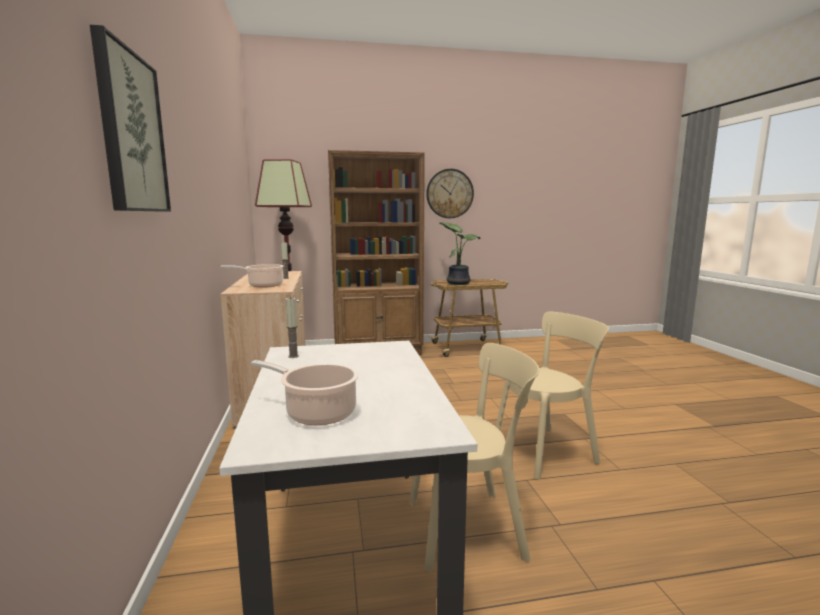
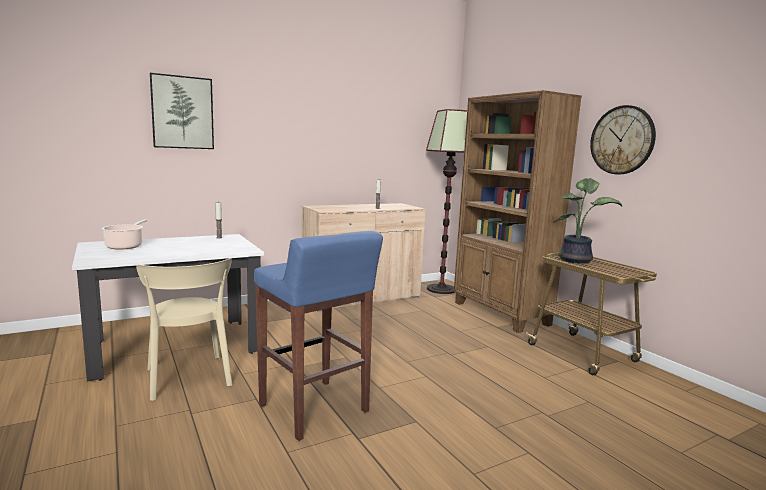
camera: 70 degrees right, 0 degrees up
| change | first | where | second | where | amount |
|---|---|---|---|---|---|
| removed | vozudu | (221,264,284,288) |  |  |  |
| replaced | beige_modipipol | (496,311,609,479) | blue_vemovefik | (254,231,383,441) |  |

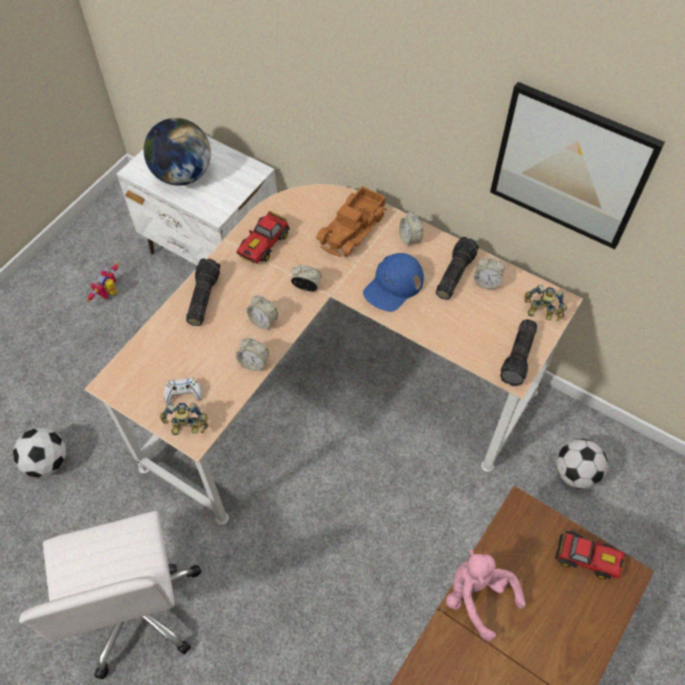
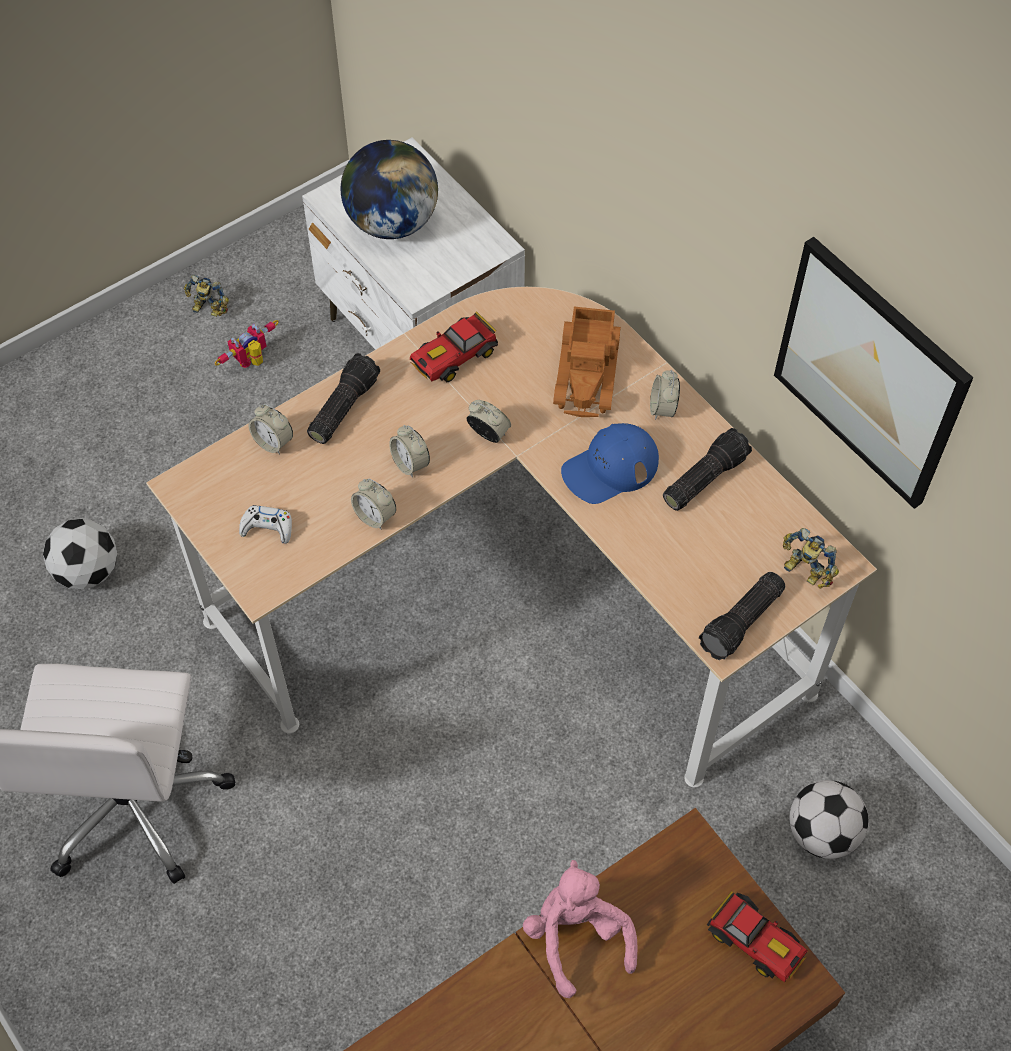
camera: 20 degrees right, 0 degrees up
| change | first | where | second | where | amount |
|---|---|---|---|---|---|
| moved | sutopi | (160,403,208,435) |  | (184,275,229,317) |  |
| moved | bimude | (474,257,505,289) |  | (249,404,293,455) |  |
| turned | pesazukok | (316,186,387,257) |  | (553,307,621,417) | 45 degrees counterclockwise |

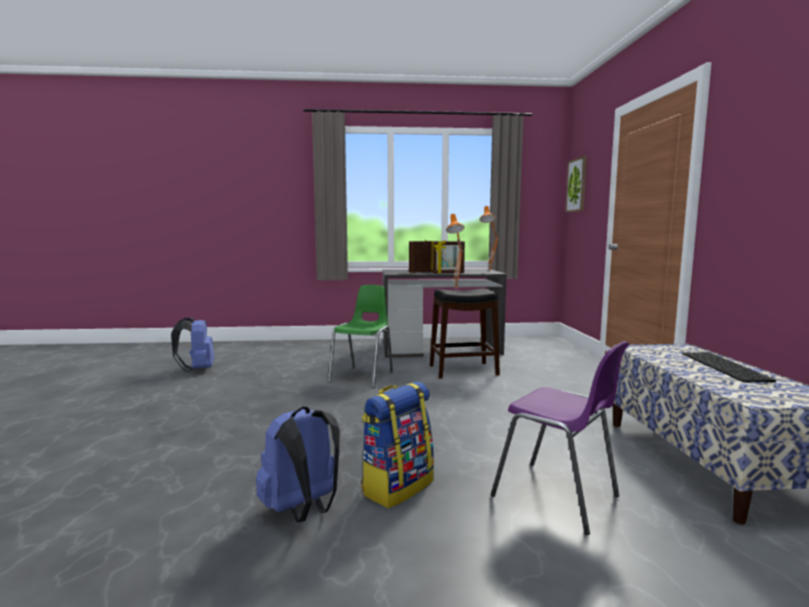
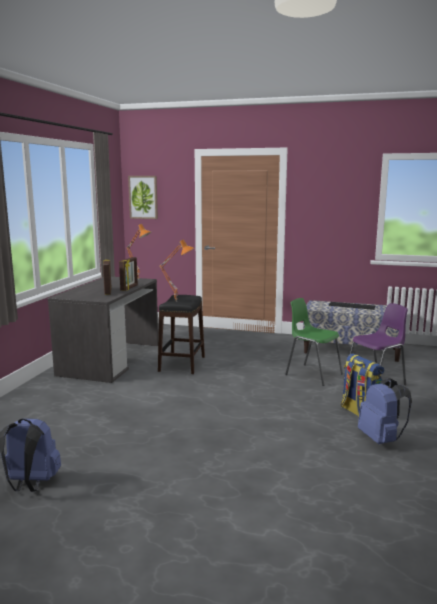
camera: 70 degrees left, 5 degrees up
| change | first | where | second | where | amount |
|---|---|---|---|---|---|
| moved | green_modipipol | (328,285,393,388) |  | (285,298,343,386) |  |

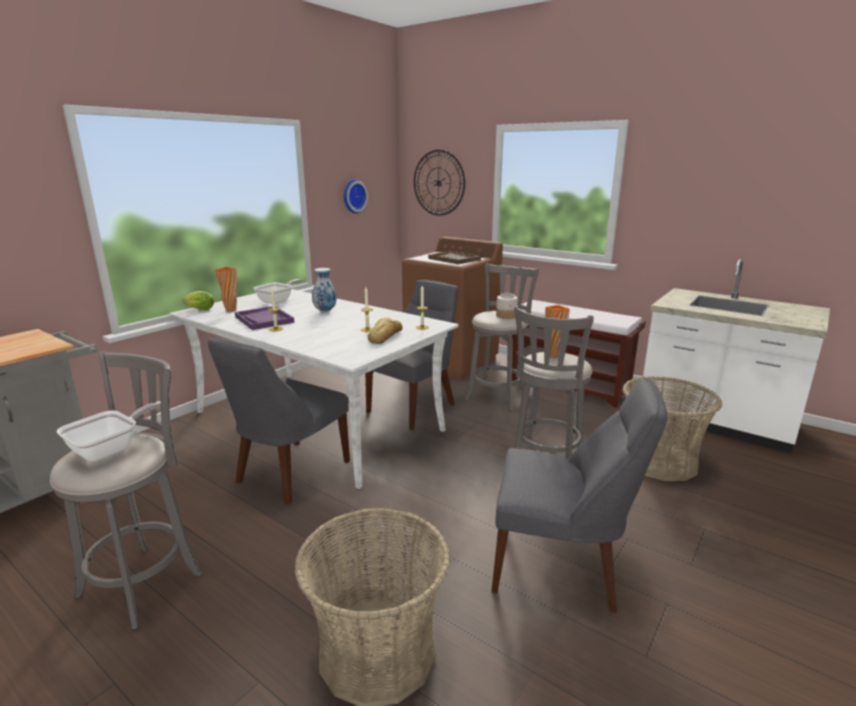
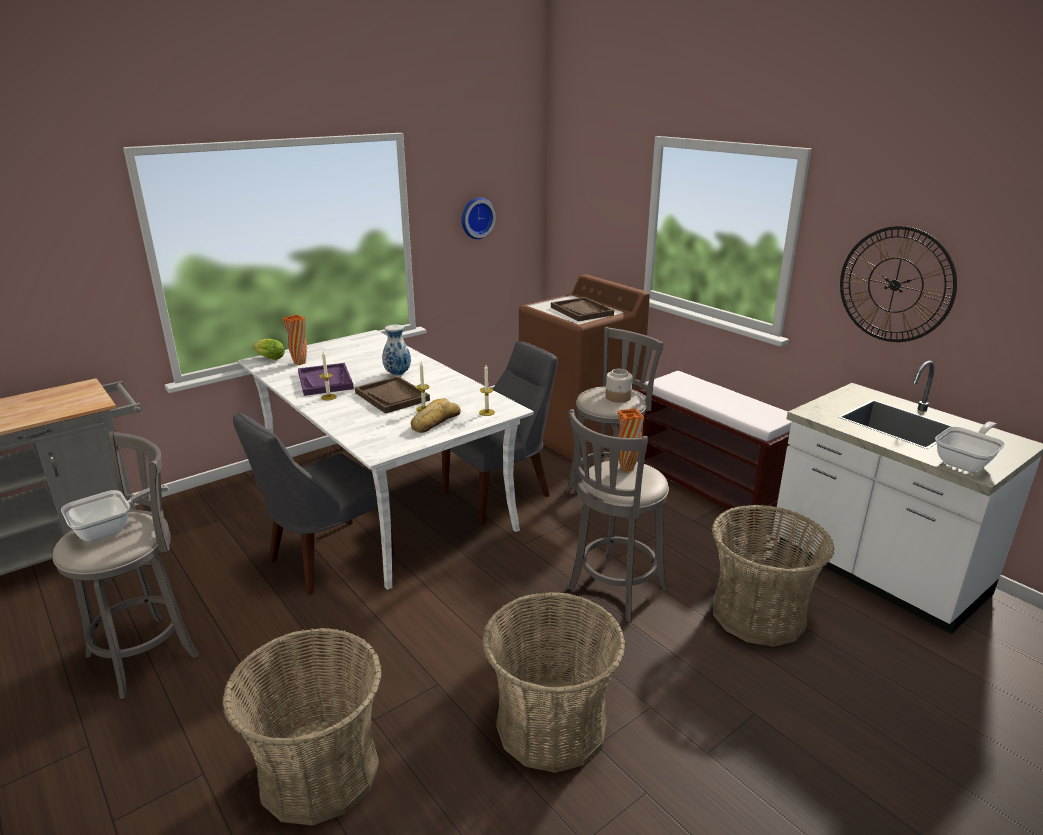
camera: 15 degrees right, 5 degrees up
| change | first | where | second | where | amount |
|---|---|---|---|---|---|
| added |  |  | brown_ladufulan | (355,376,430,414) |  |
| moved | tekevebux | (253,279,302,304) |  | (935,422,1005,472) |  |
| moved | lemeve | (414,150,465,216) |  | (840,226,957,342) |  |
| replaced | grey_modipipol | (491,377,667,613) | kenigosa | (482,592,626,773) |  |

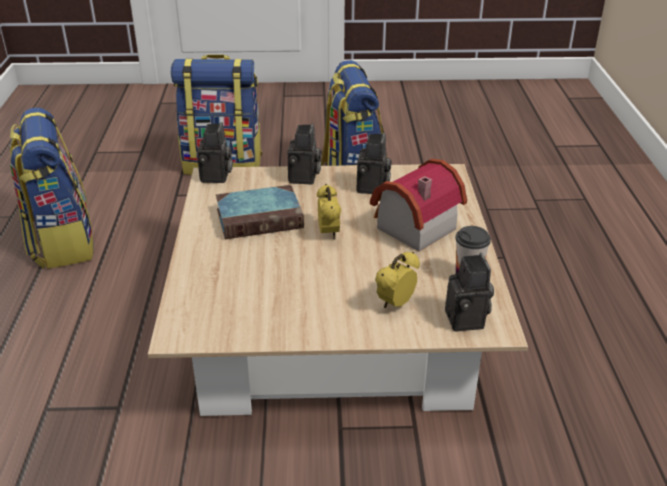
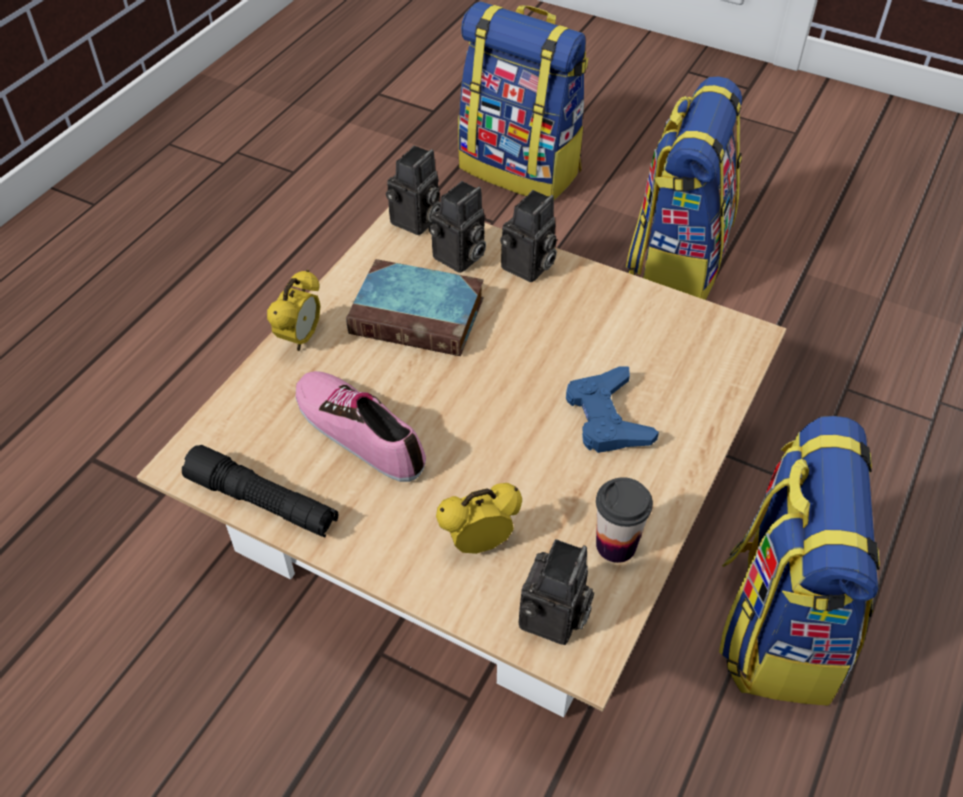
camera: 30 degrees right, 15 degrees up
| change | first | where | second | where | amount |
|---|---|---|---|---|---|
| added |  |  | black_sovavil | (182,445,338,537) |  |
| added |  |  | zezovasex | (296,371,426,482) |  |
| moved | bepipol | (9,108,93,269) |  | (719,416,880,706) |  |
| moved | bimude | (317,184,341,240) |  | (267,270,321,351) |  |
| moved | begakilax | (357,133,392,194) |  | (429,181,486,273) |  |
| replaced | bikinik | (370,159,467,251) | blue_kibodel | (566,367,659,453) |  |

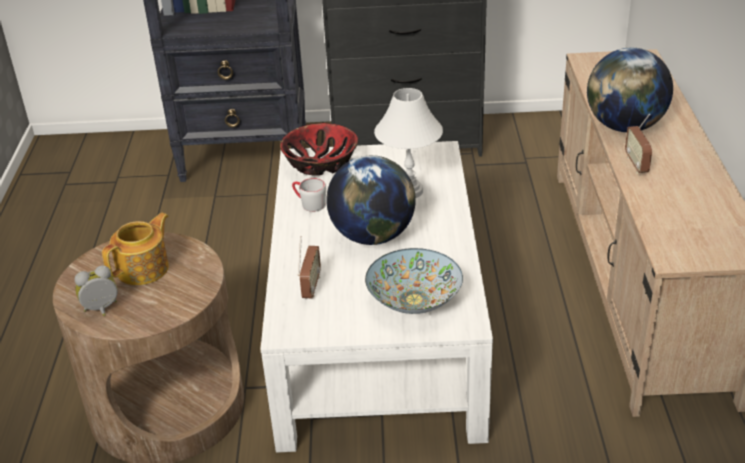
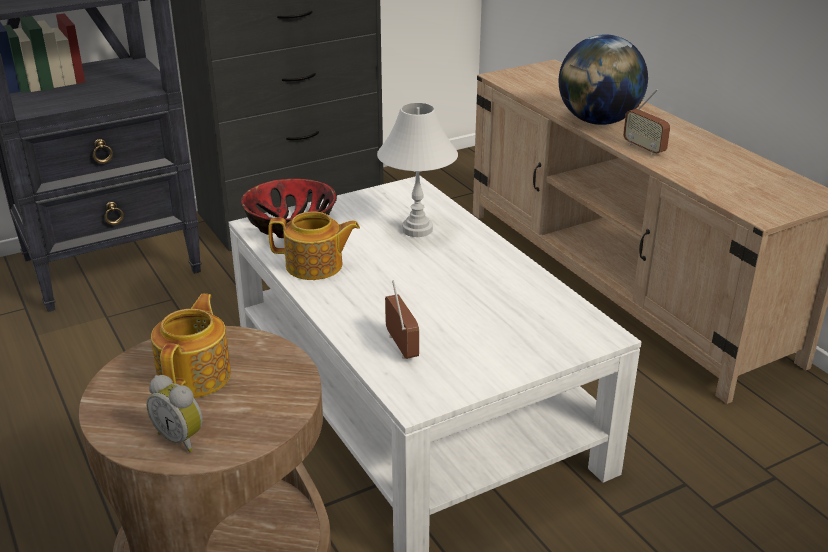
camera: 30 degrees left, 5 degrees down
| change | first | where | second | where | amount |
|---|---|---|---|---|---|
| removed | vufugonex | (326,155,416,245) |  |  |  |
| removed | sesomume | (365,248,463,314) |  |  |  |
| replaced | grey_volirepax | (292,178,326,212) | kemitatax | (268,212,360,280) |  |
| turned | bimude | (74,265,118,316) |  | (146,375,203,453) | 90 degrees counterclockwise |

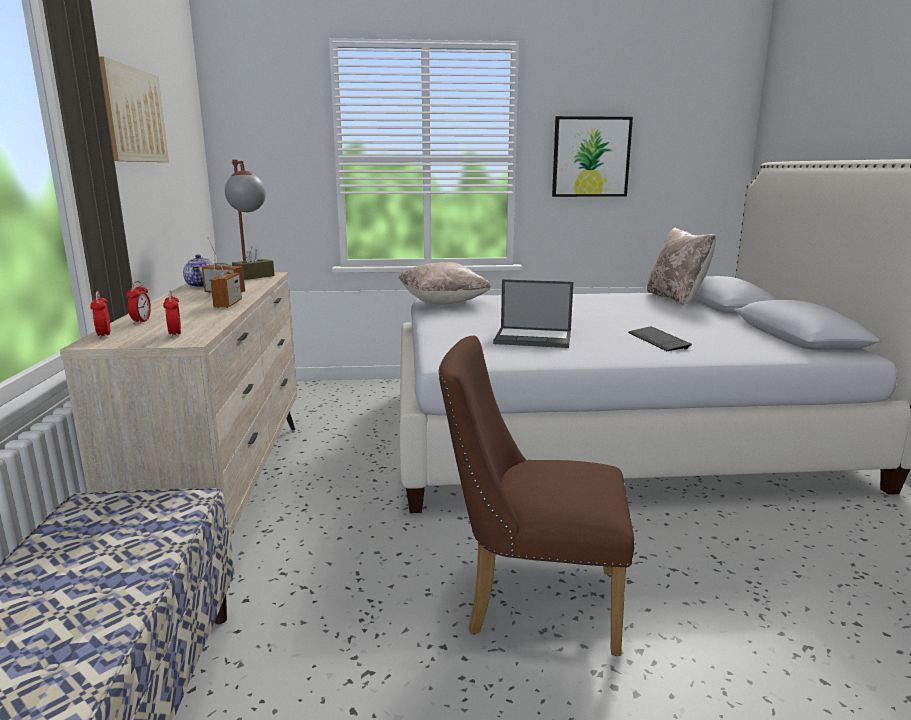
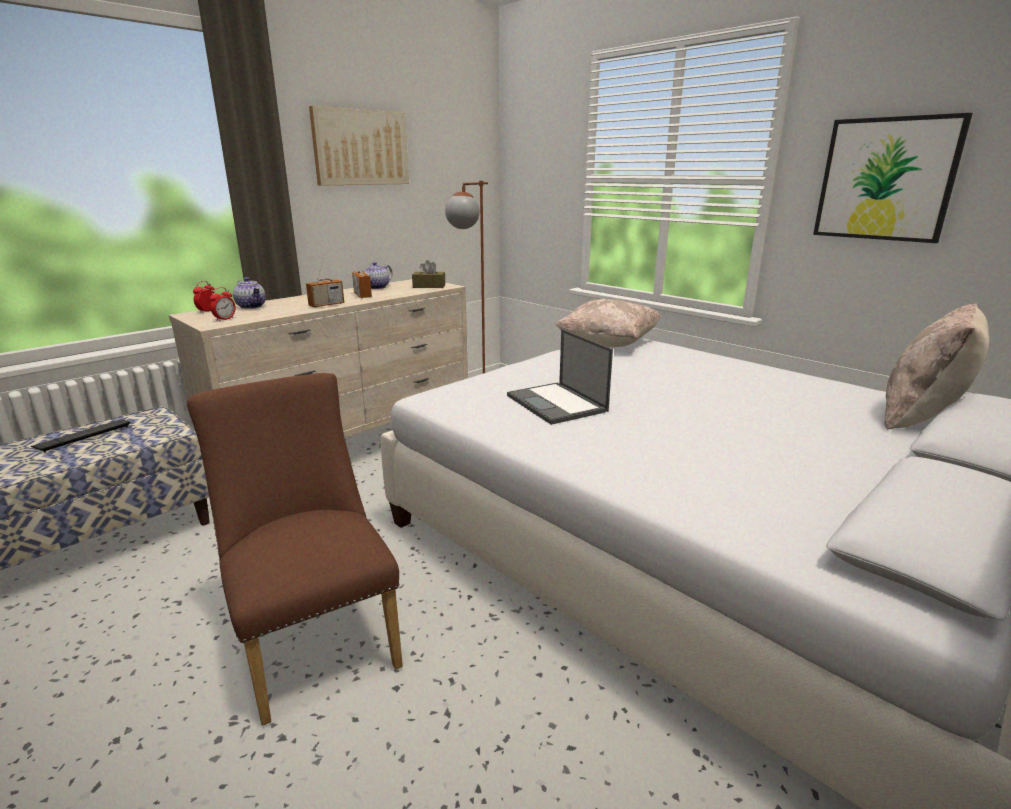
camera: 50 degrees right, 5 degrees up
| change | first | where | second | where | amount |
|---|---|---|---|---|---|
| moved | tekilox | (628,327,692,351) |  | (31,419,131,453) |  |
| replaced | bimude | (127,281,151,324) | kemitatax | (233,277,266,309) |  |

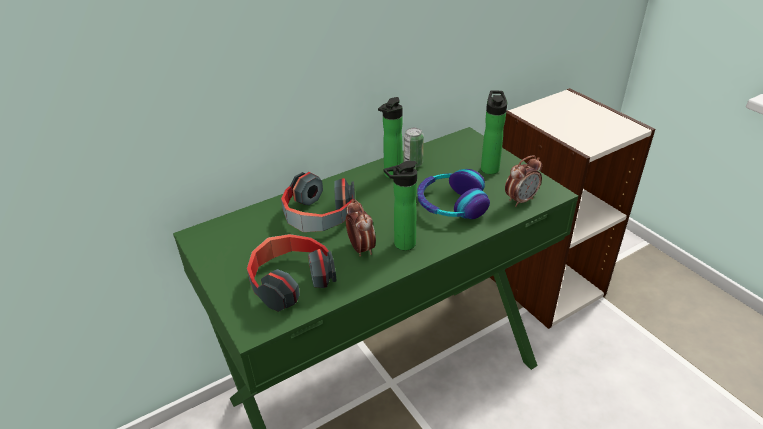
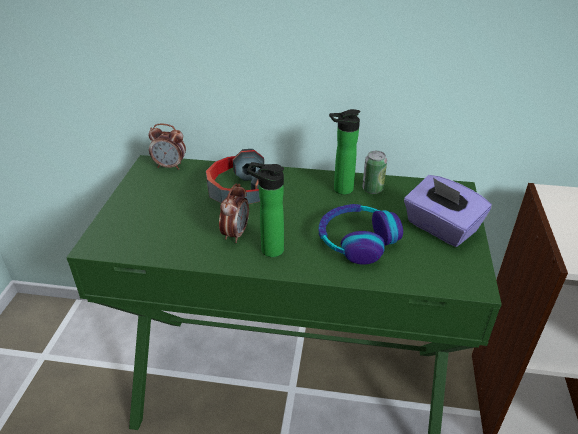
camera: 40 degrees right, 0 degrees up
| change | first | where | second | where | amount |
|---|---|---|---|---|---|
| removed | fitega | (247,234,337,312) |  |  |  |
| moved | bimude | (505,155,542,207) |  | (148,123,186,170) |  |
| replaced | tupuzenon | (481,91,507,174) | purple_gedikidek | (404,175,492,247) |  |

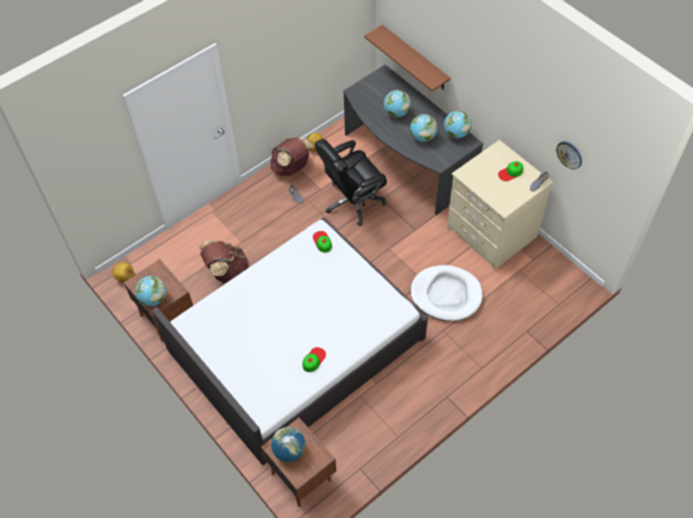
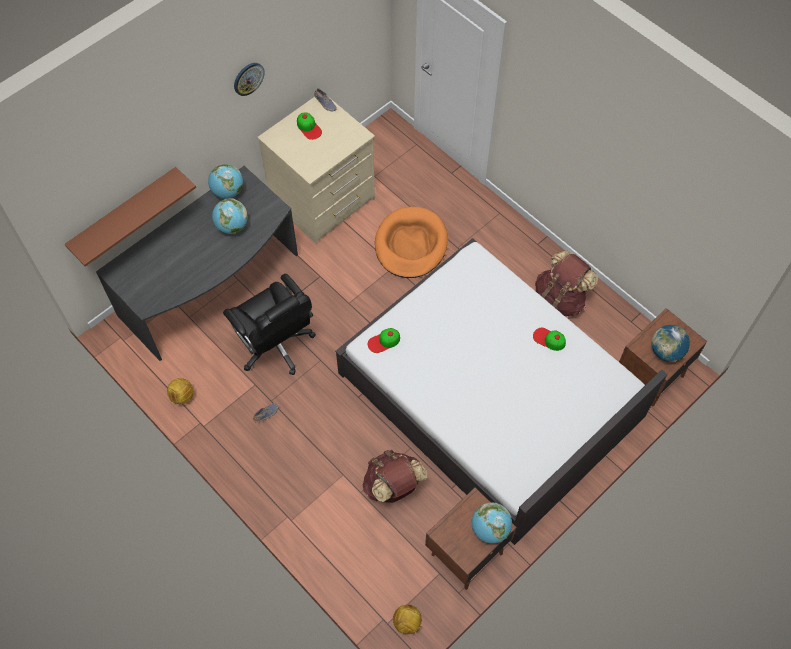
camera: 95 degrees left, 5 degrees up
| change | first | where | second | where | amount |
|---|---|---|---|---|---|
| removed | vufugonex | (384,90,411,117) |  |  |  |
| moved | brown_bepipol | (270,137,314,176) |  | (535,250,598,316) |  |
| moved | lemeve | (556,141,582,170) |  | (234,63,265,96) |  |
| recoloured | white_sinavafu | (410,265,482,321) | orange_sinavafu | (375,207,448,278) |  |

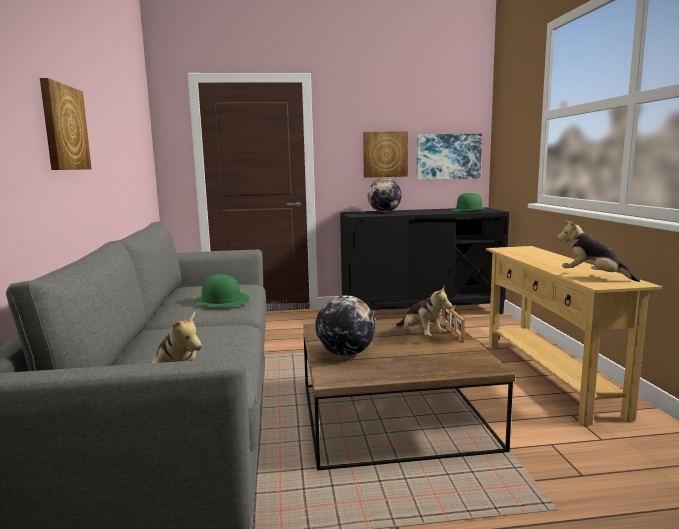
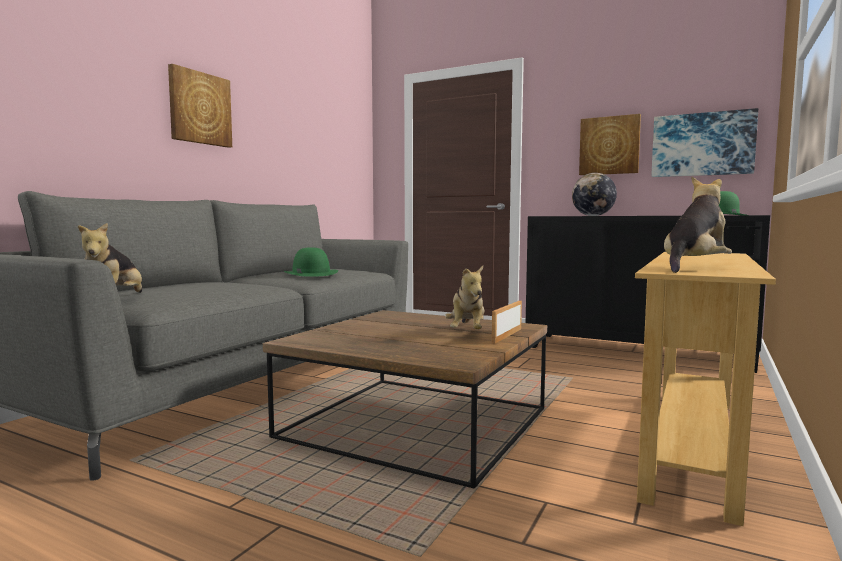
camera: 35 degrees right, 5 degrees down
| change | first | where | second | where | amount |
|---|---|---|---|---|---|
| removed | vufugonex | (315,295,376,356) |  |  |  |
| turned | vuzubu | (557,220,640,282) |  | (664,177,732,273) | 60 degrees clockwise |

